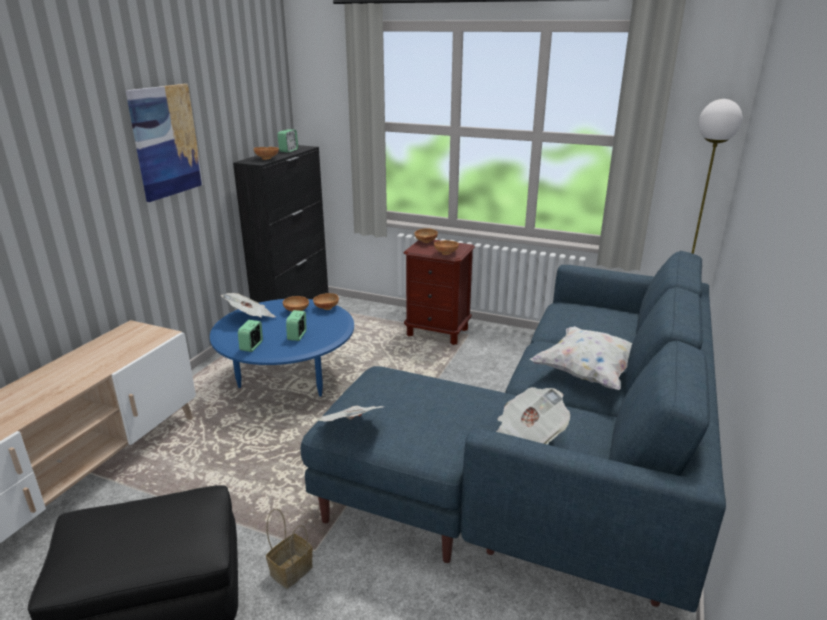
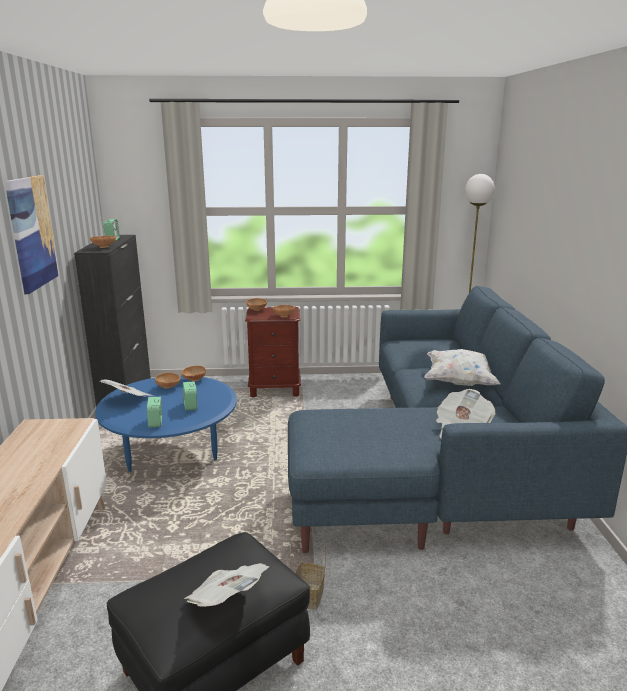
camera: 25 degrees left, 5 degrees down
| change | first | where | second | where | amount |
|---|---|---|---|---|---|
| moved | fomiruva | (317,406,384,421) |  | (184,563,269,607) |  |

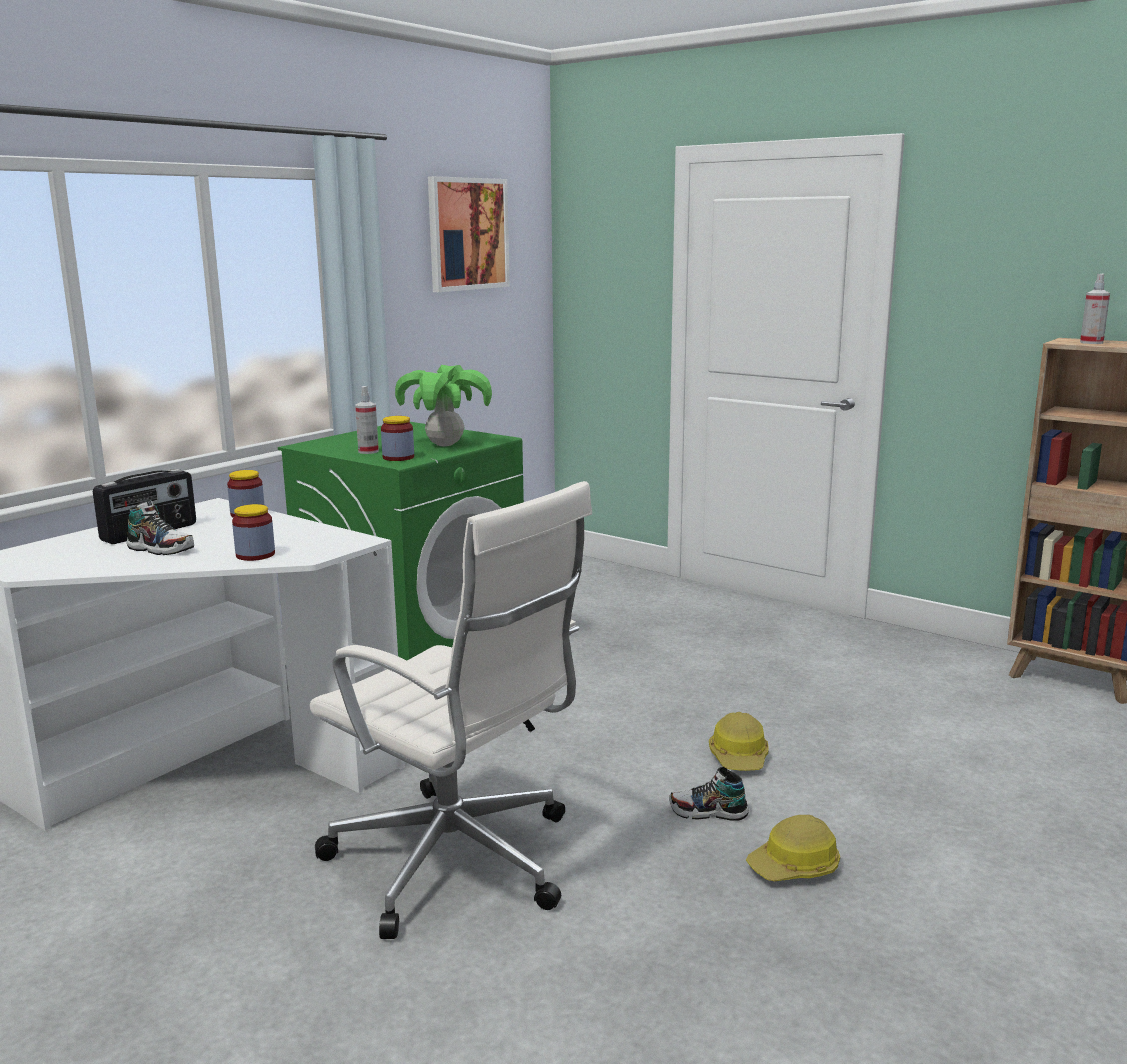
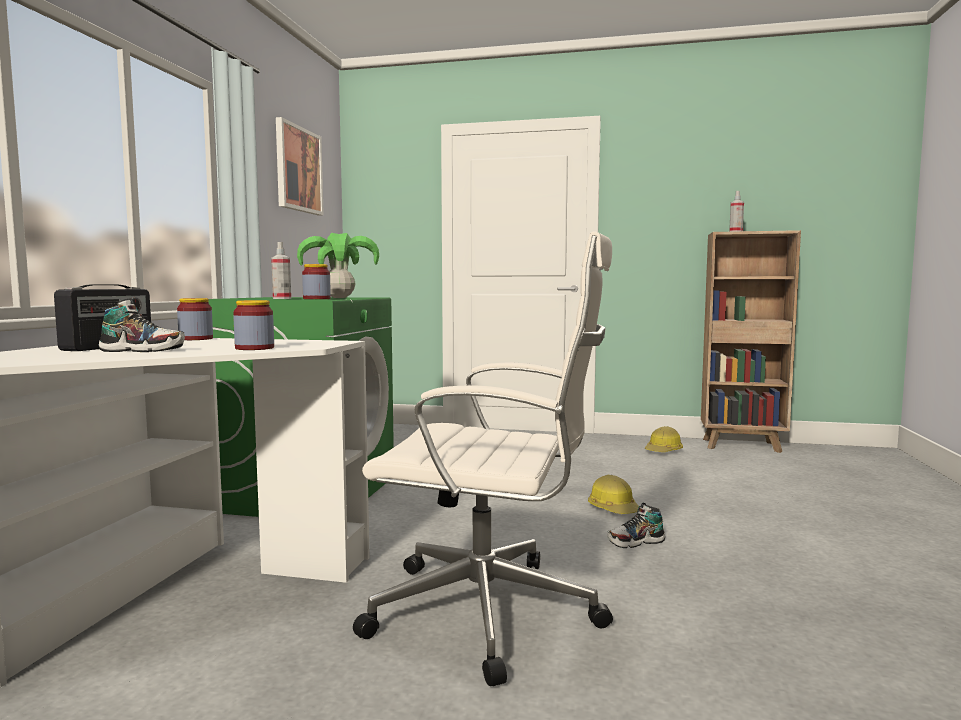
camera: 25 degrees left, 10 degrees down
| change | first | where | second | where | amount |
|---|---|---|---|---|---|
| moved | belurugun | (746,815,840,881) |  | (645,426,683,452) |  |

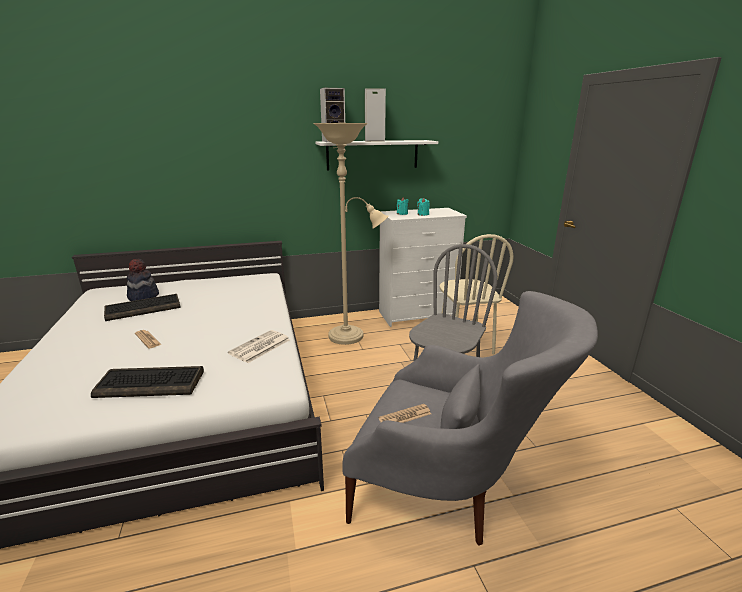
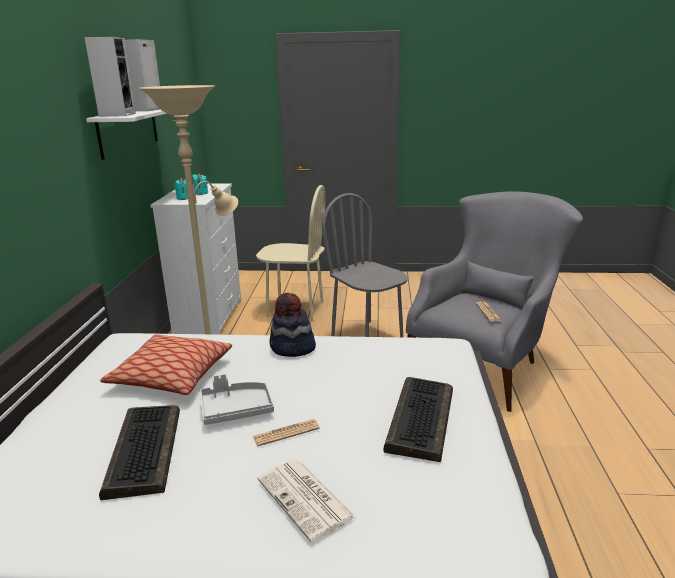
camera: 70 degrees left, 0 degrees up
| change | first | where | second | where | amount |
|---|---|---|---|---|---|
| added |  |  | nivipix | (100,334,232,395) |  |
| added |  |  | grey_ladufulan | (200,374,274,425) |  |
| moved | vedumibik | (127,259,159,301) |  | (270,293,316,357) |  |
| moved | fomiruva | (228,330,290,363) |  | (258,460,356,542) |  |

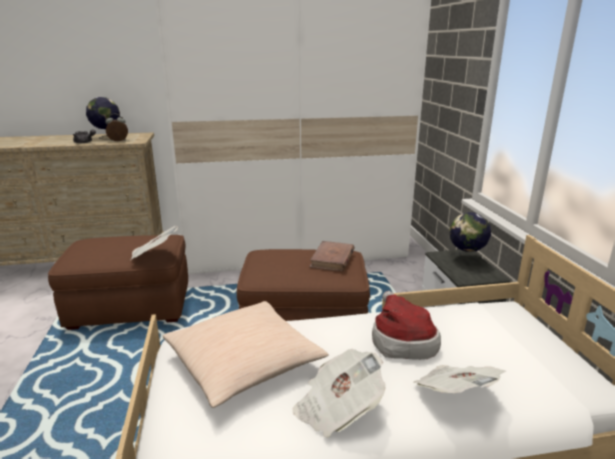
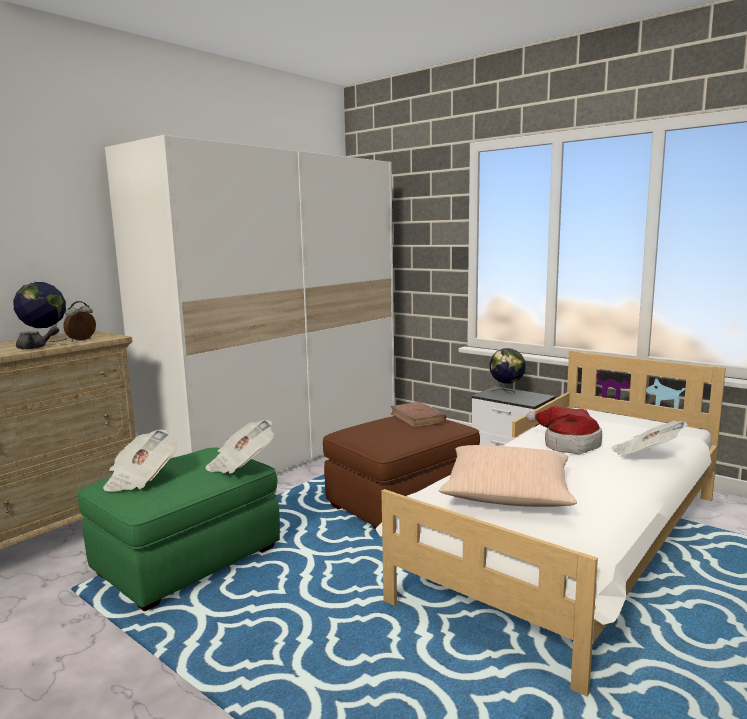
camera: 40 degrees left, 10 degrees down
| change | first | where | second | where | amount |
|---|---|---|---|---|---|
| moved | fomiruva | (293,349,386,438) |  | (103,430,177,492) |  |
| recoloured | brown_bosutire | (48,235,188,330) | green_bosutire | (78,447,280,612) |  |

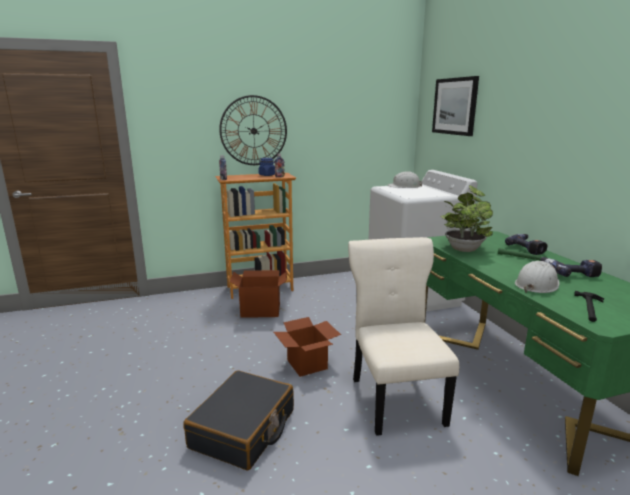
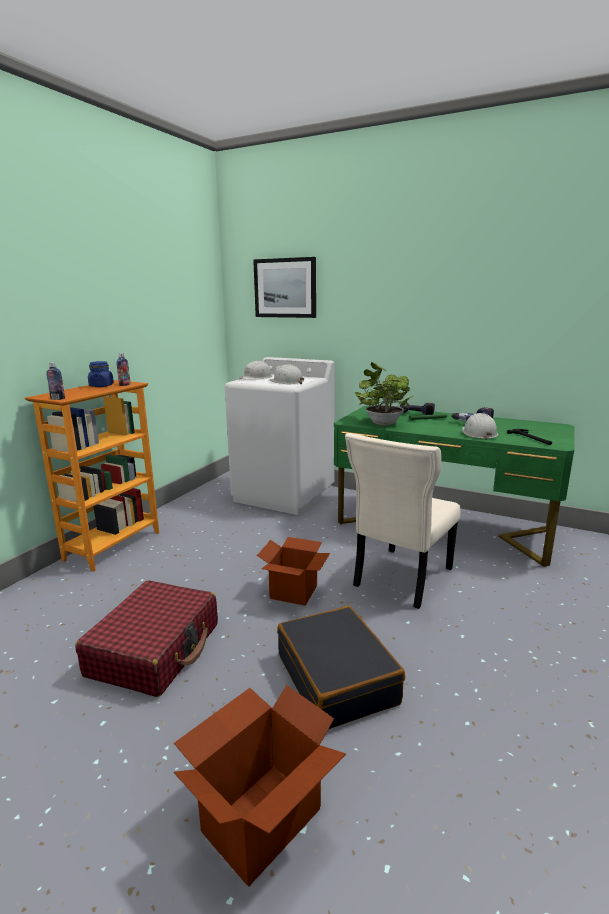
camera: 45 degrees left, 0 degrees up
| change | first | where | second | where | amount |
|---|---|---|---|---|---|
| removed | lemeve | (219,95,287,165) |  |  |  |
| added |  |  | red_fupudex | (75,580,218,697) |  |
| added |  |  | white_belurugun | (269,364,304,384) |  |
| moved | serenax | (230,270,287,318) |  | (174,685,346,887) |  |
| turned | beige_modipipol | (348,237,459,436) |  | (345,433,461,609) | 90 degrees counterclockwise |

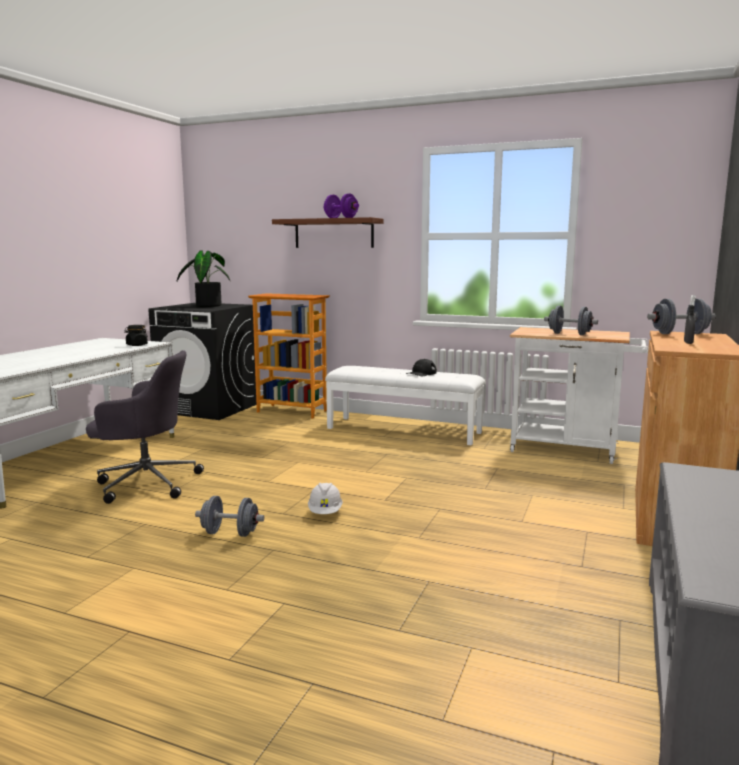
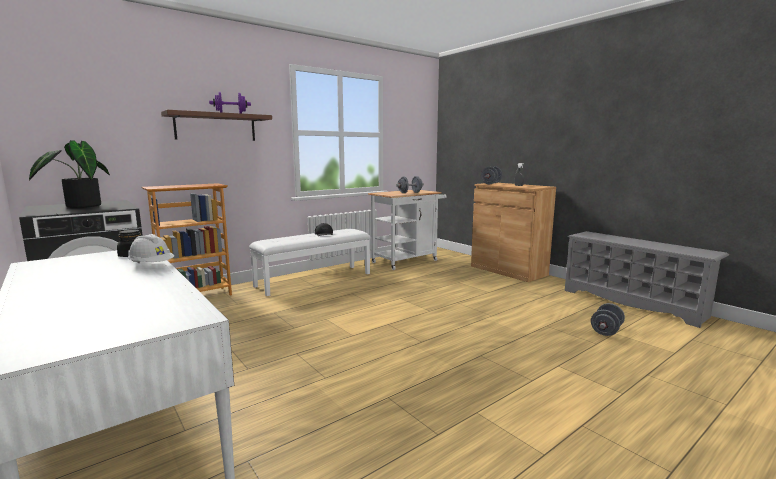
camera: 60 degrees left, 0 degrees up
| change | first | where | second | where | amount |
|---|---|---|---|---|---|
| removed | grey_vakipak | (86,350,204,504) |  |  |  |
| moved | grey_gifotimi | (195,496,264,537) |  | (591,303,625,336) |  |
| moved | white_belurugun | (308,483,343,514) |  | (128,234,175,263) |  |

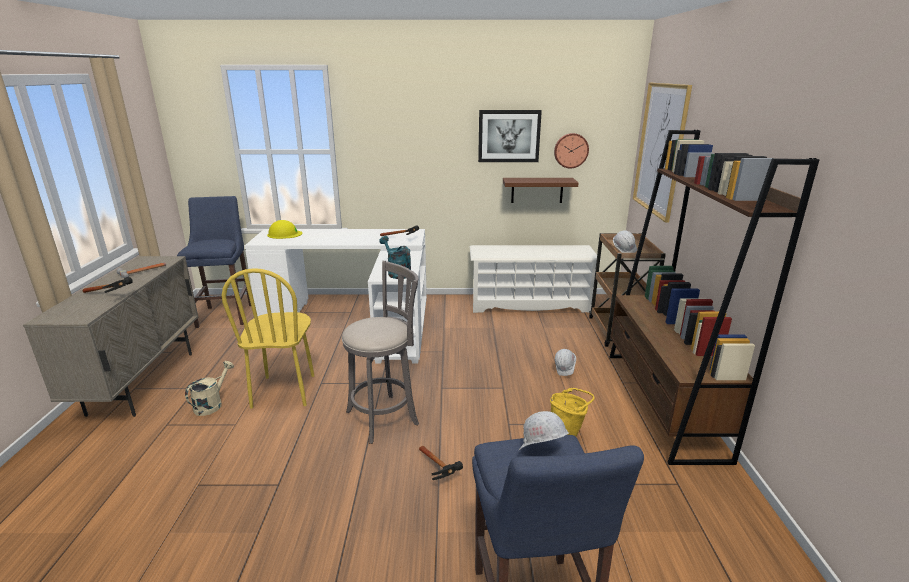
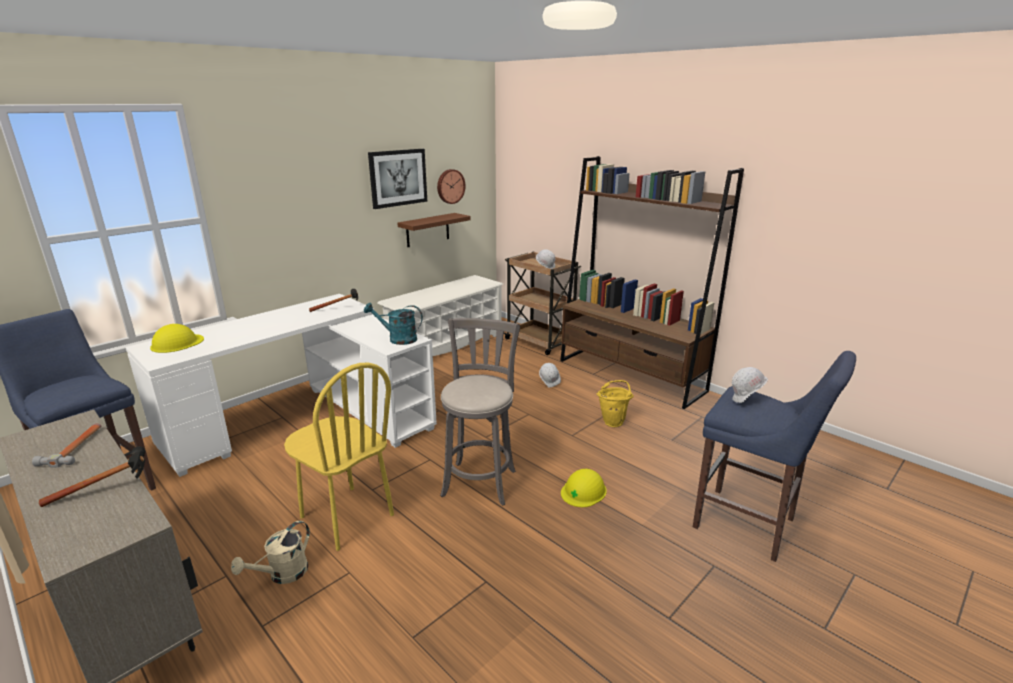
camera: 45 degrees left, 0 degrees up
| change | first | where | second | where | amount |
|---|---|---|---|---|---|
| removed | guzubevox | (633,83,692,223) |  |  |  |
| replaced | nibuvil | (419,446,463,480) | yellow_belurugun | (561,469,607,507) |  |
| turned | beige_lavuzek | (185,361,234,416) |  | (231,521,310,584) | 120 degrees counterclockwise |

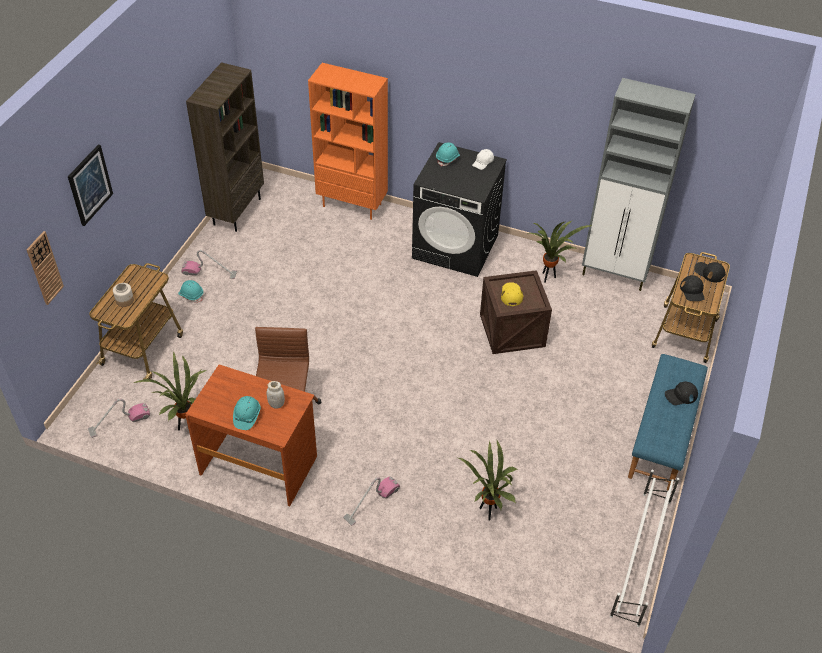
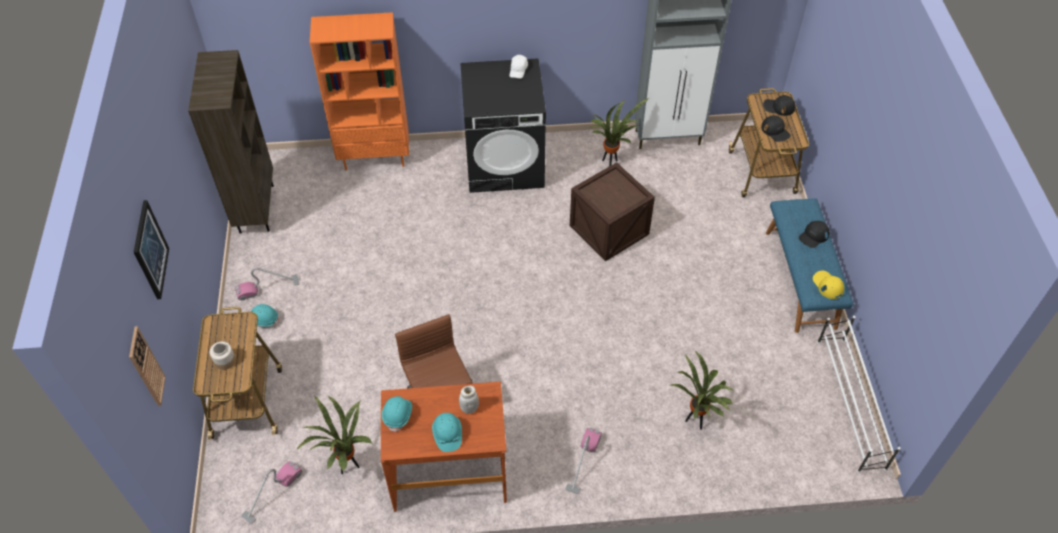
camera: 25 degrees left, 5 degrees up
| change | first | where | second | where | amount |
|---|---|---|---|---|---|
| moved | turquoise_belurugun | (436,142,460,167) |  | (382,396,412,433) |  |
| moved | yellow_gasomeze | (501,282,523,306) |  | (813,271,844,299) |  |

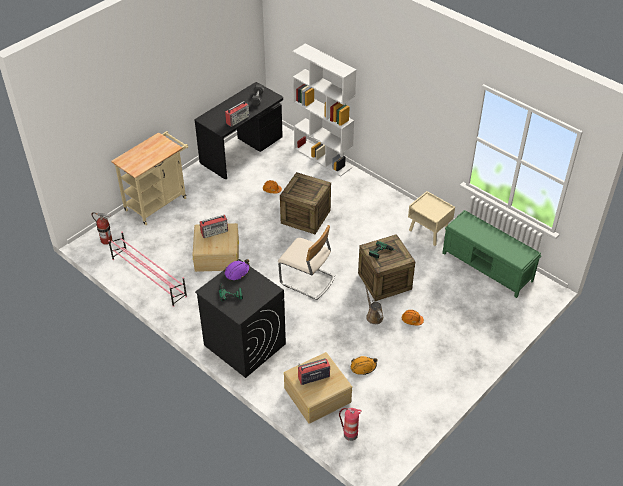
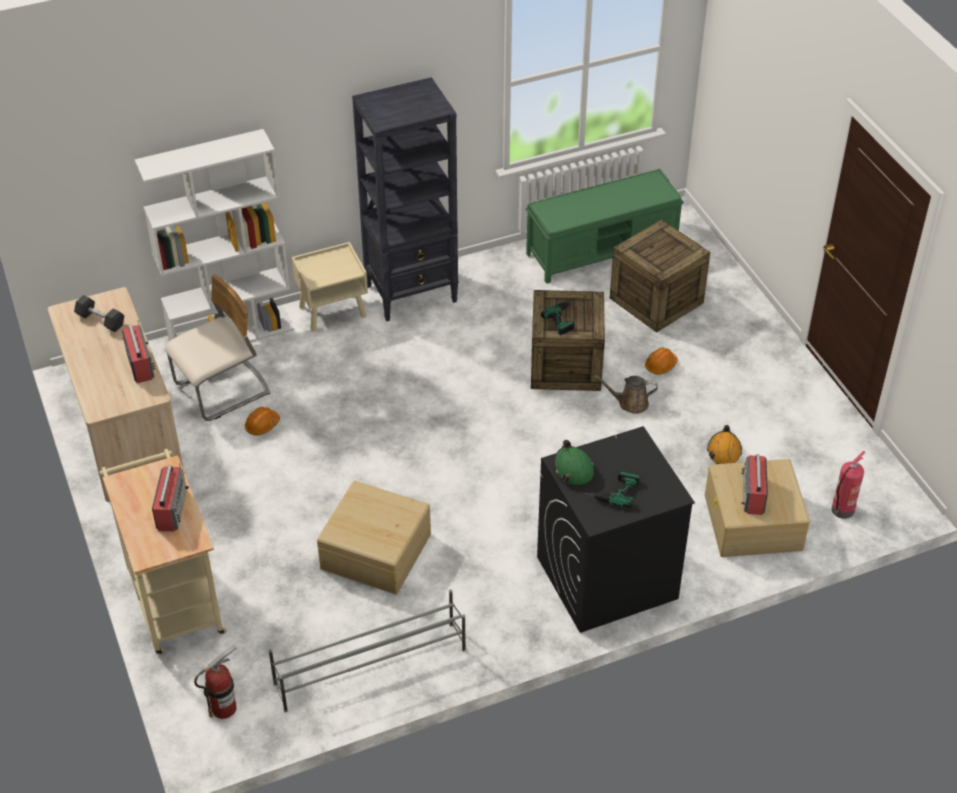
camera: 65 degrees left, 0 degrees up
| change | first | where | second | where | amount |
|---|---|---|---|---|---|
| added |  |  | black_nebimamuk | (352,77,458,321) |  |
| moved | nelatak | (200,215,228,238) |  | (152,463,189,532) |  |
| moved | beige_modipipol | (278,225,335,300) |  | (165,274,270,421) |  |
| moved | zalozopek | (280,172,331,234) |  | (610,219,710,333) |  |
| moved | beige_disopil | (408,191,455,246) |  | (292,242,368,332) |  |
| recoloured | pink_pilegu | (108,231,187,307) | grey_pilegu | (269,589,466,712) |  |
| recoloured | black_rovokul | (195,82,283,179) | beige_rovokul | (48,287,184,502) |  |
| recoloured | purple_belurugun | (224,259,250,280) | green_belurugun | (554,440,594,486) |  |

